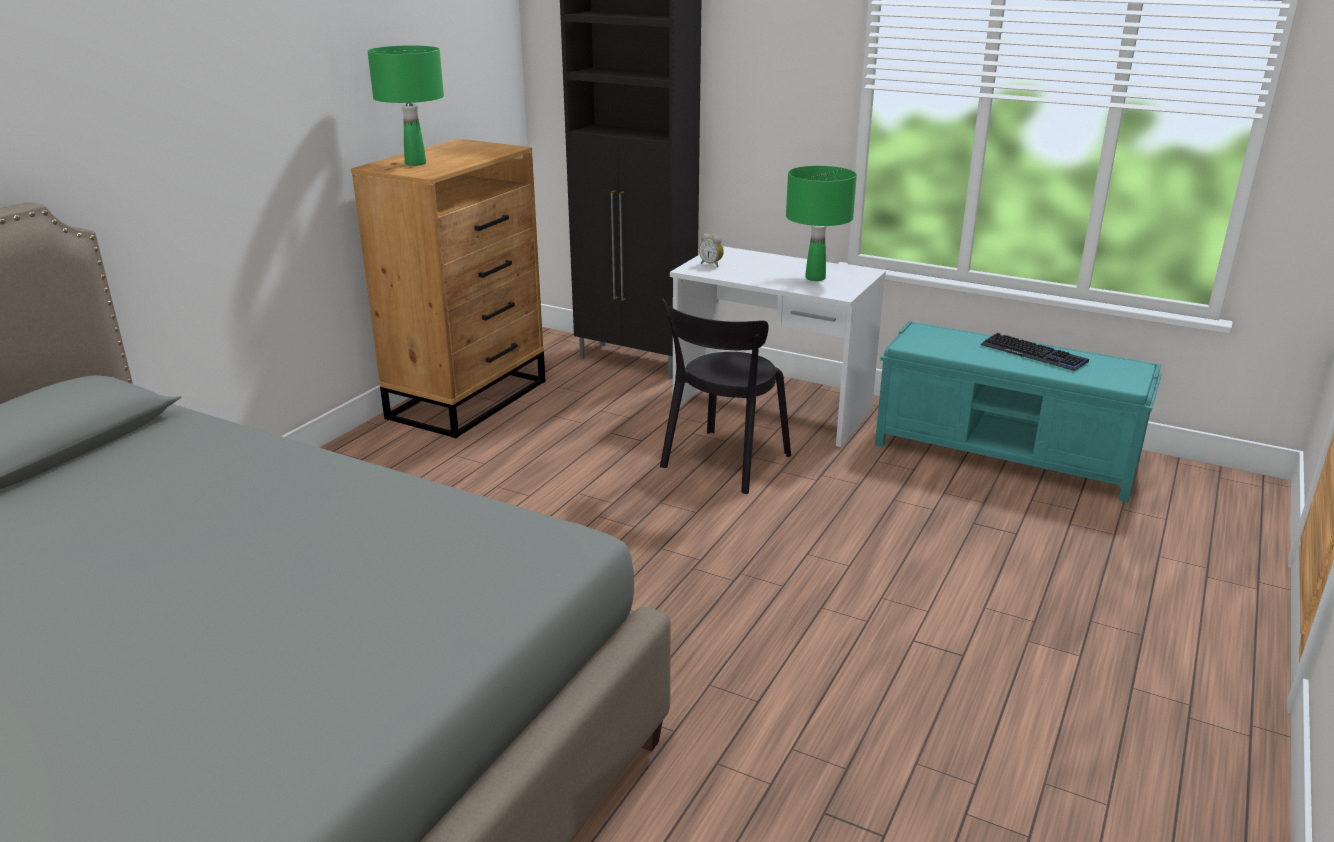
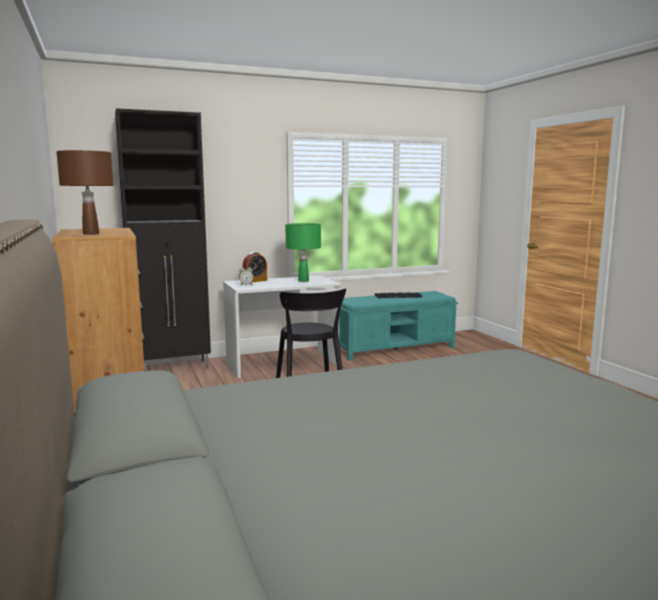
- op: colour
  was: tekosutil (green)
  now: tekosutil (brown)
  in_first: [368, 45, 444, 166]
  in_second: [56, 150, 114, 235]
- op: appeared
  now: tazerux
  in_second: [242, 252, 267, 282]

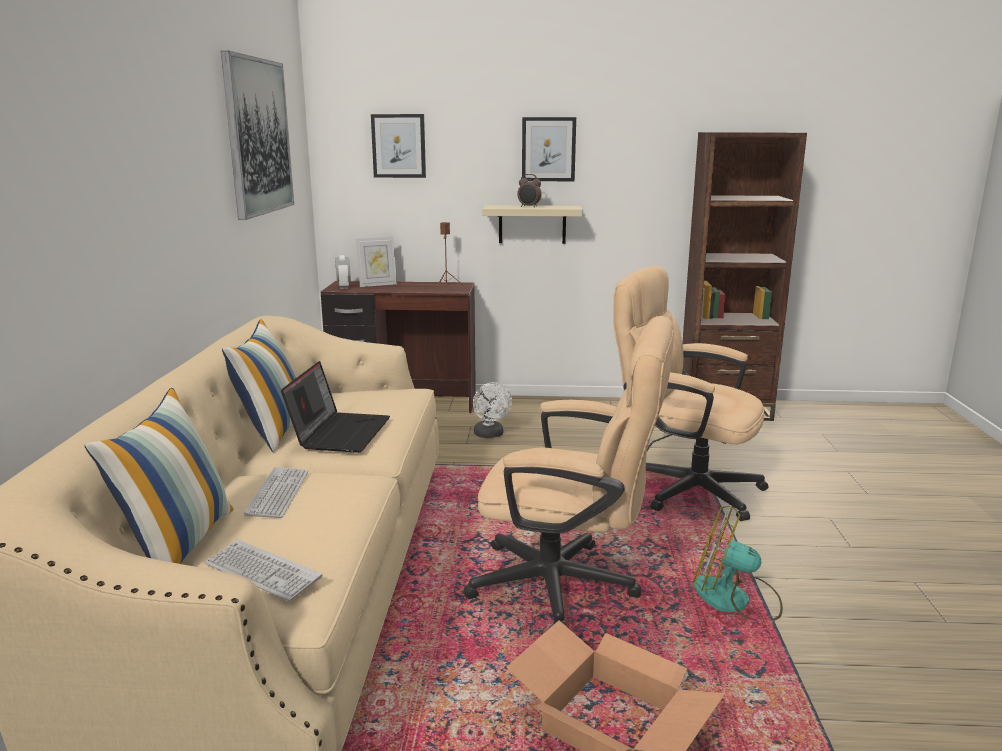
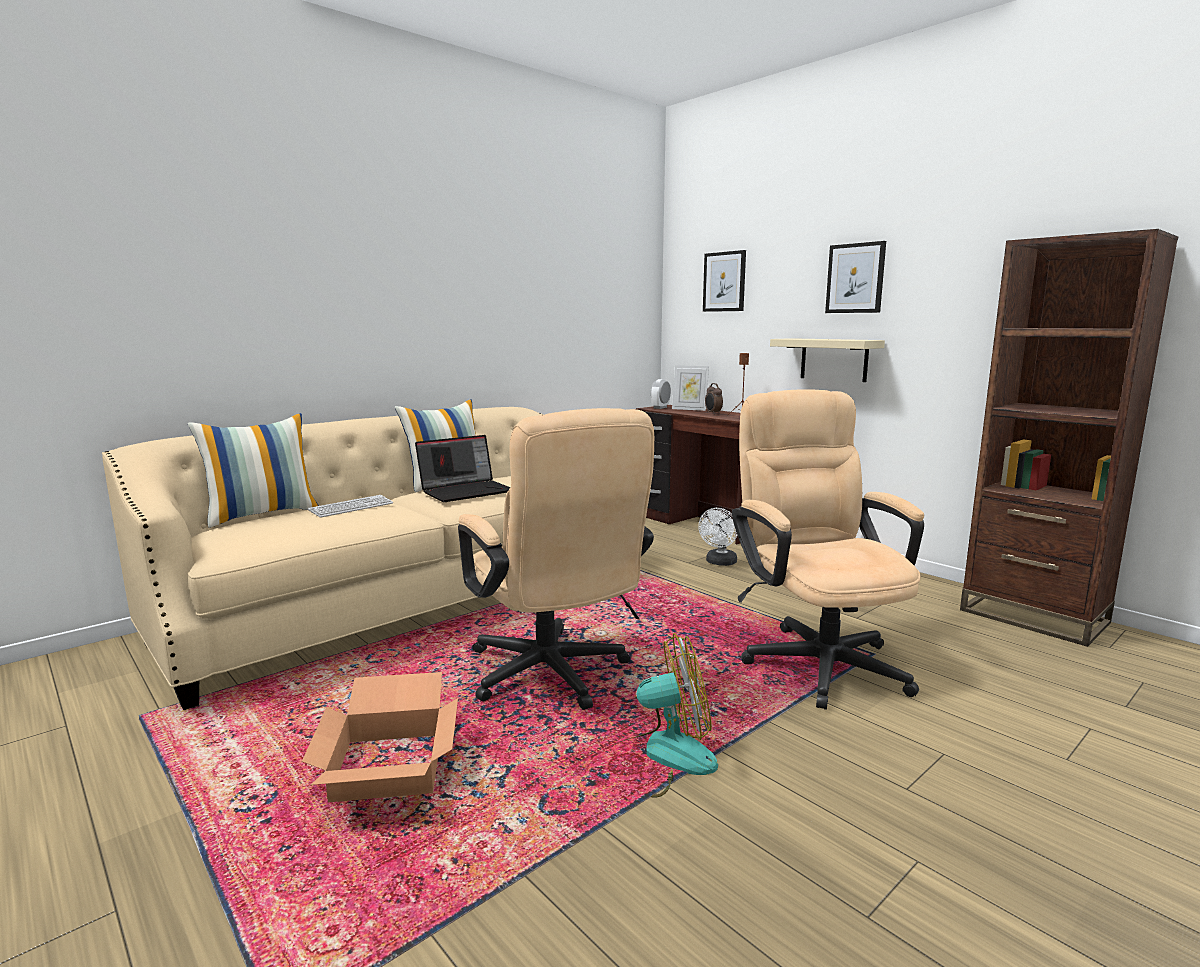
- op: spun
  was: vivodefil
  in_first: [694, 506, 783, 620]
  in_second: [610, 633, 718, 797]
  clockwise: 105
- op: relocated
  was: tazerux
  in_first: [517, 174, 542, 208]
  in_second: [705, 383, 723, 414]
- op: missing
  was: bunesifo
  in_first: [205, 540, 322, 601]
- op: missing
  was: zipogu
  in_first: [221, 51, 294, 220]

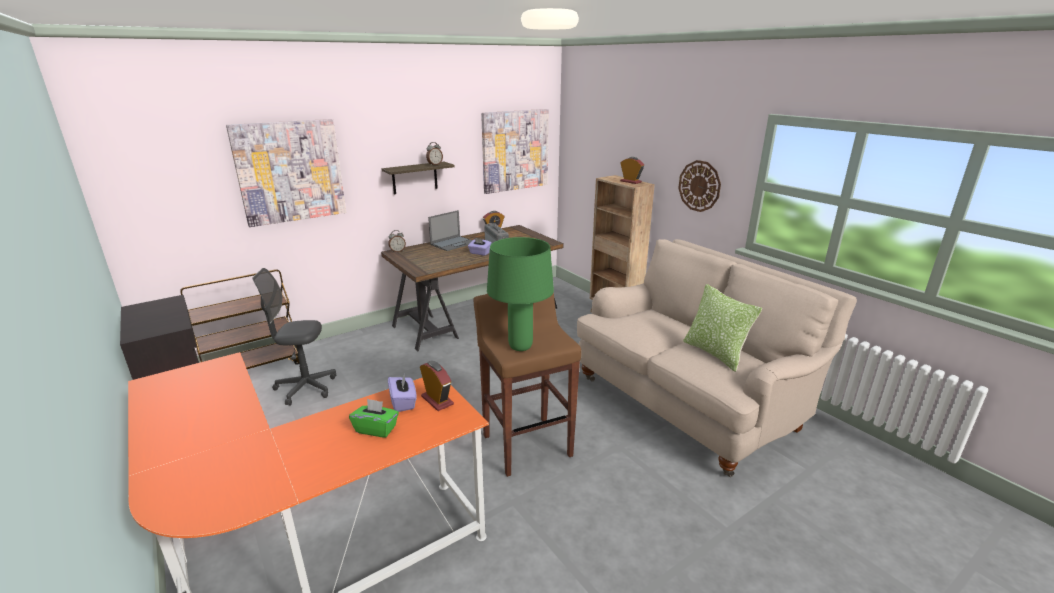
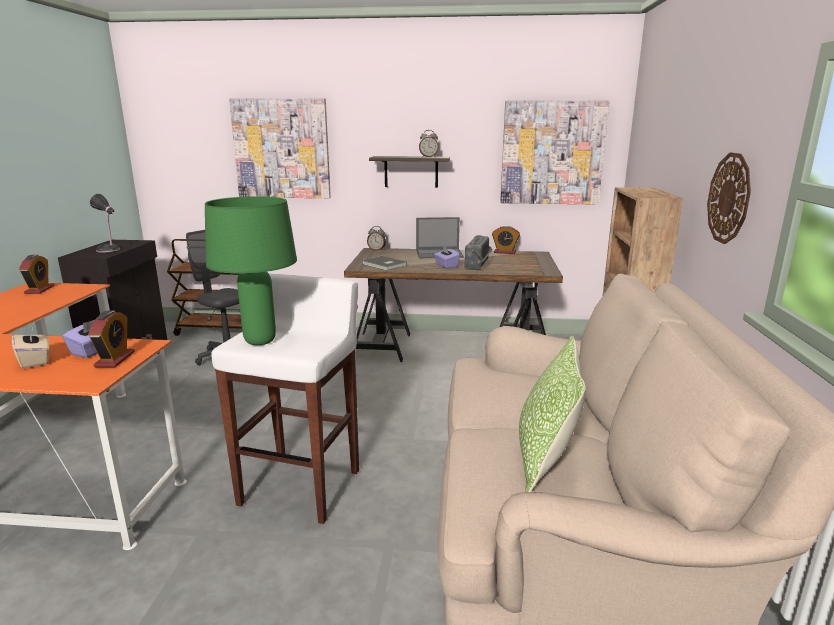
- op: colour
  was: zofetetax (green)
  now: zofetetax (beige)
  in_first: [349, 398, 399, 438]
  in_second: [12, 327, 50, 369]
- op: relocated
  was: tazerux
  in_first: [620, 157, 644, 184]
  in_second: [19, 255, 54, 294]
- op: appeared
  now: tekosutil
  in_second: [90, 194, 120, 253]
- op: colour
  was: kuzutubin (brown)
  now: kuzutubin (white)
  in_first: [473, 292, 581, 477]
  in_second: [211, 274, 359, 524]
- op: appeared
  now: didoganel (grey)
  in_second: [362, 256, 407, 271]

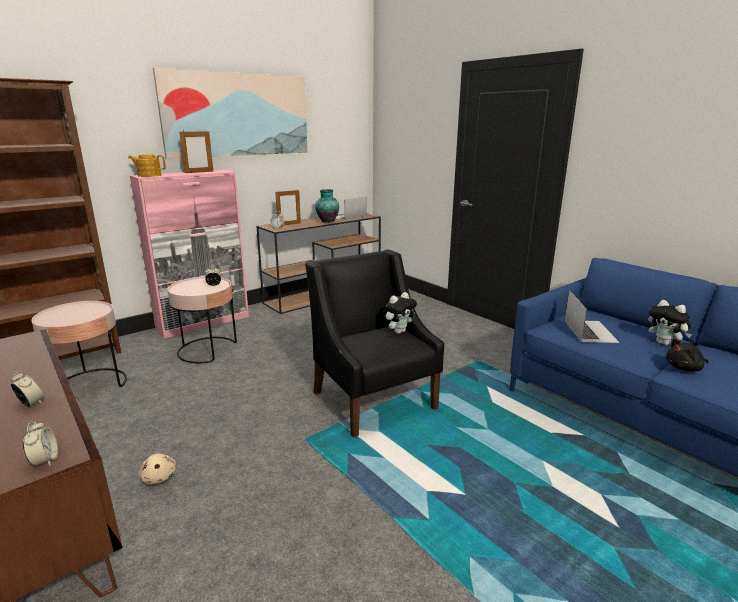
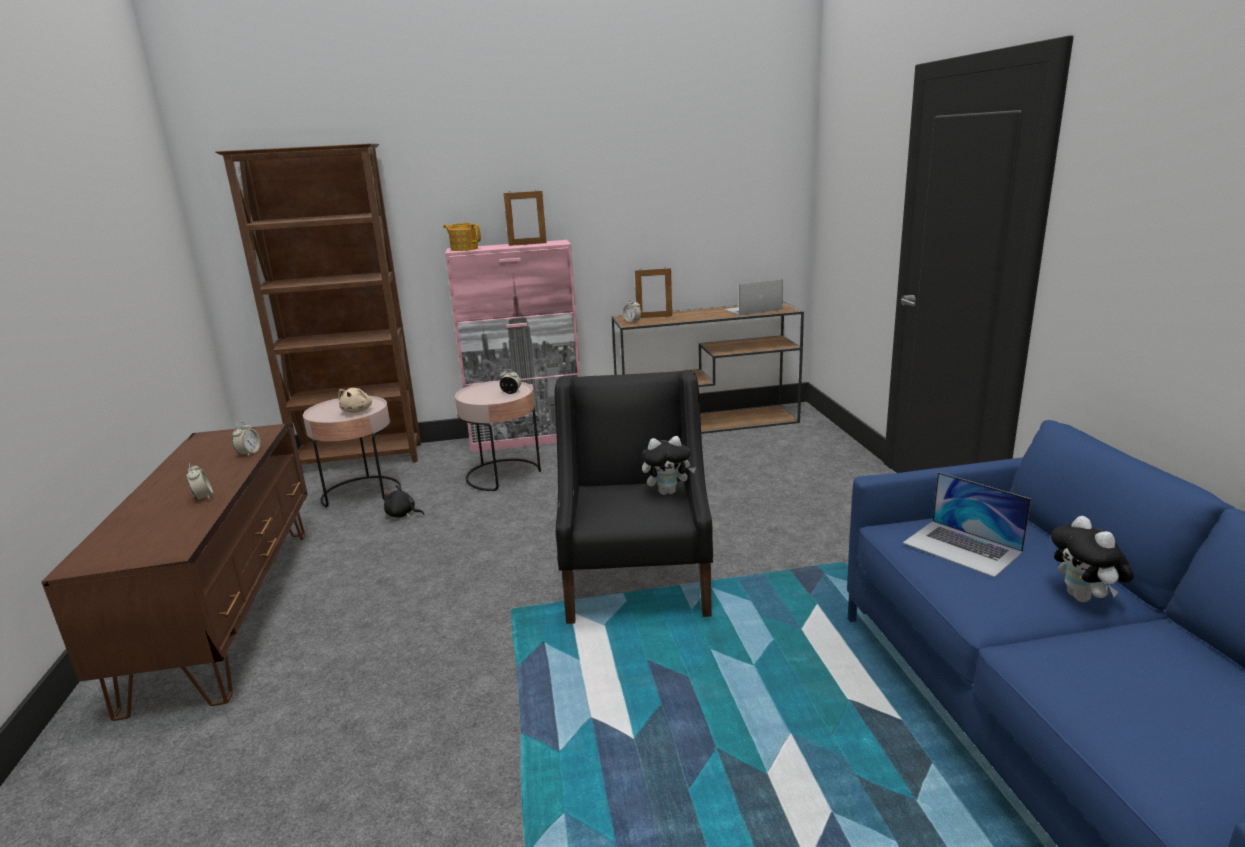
- op: relocated
  was: tazerux
  in_first: [23, 421, 58, 466]
  in_second: [232, 422, 261, 457]
- op: relocated
  was: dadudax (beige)
  in_first: [139, 453, 176, 484]
  in_second: [338, 388, 372, 413]
- op: relocated
  was: dadudax (black)
  in_first: [666, 338, 709, 372]
  in_second: [384, 485, 424, 518]
- op: spun
  was: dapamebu
  in_first: [565, 291, 620, 343]
  in_second: [903, 472, 1031, 577]
  clockwise: 105
- op: missing
  was: zipogu
  in_first: [153, 68, 308, 159]
- op: missing
  was: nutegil
  in_first: [315, 189, 339, 223]

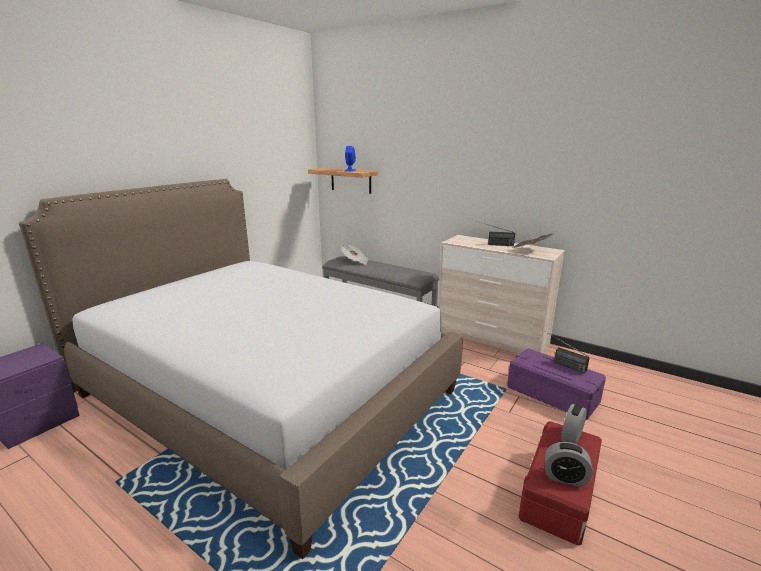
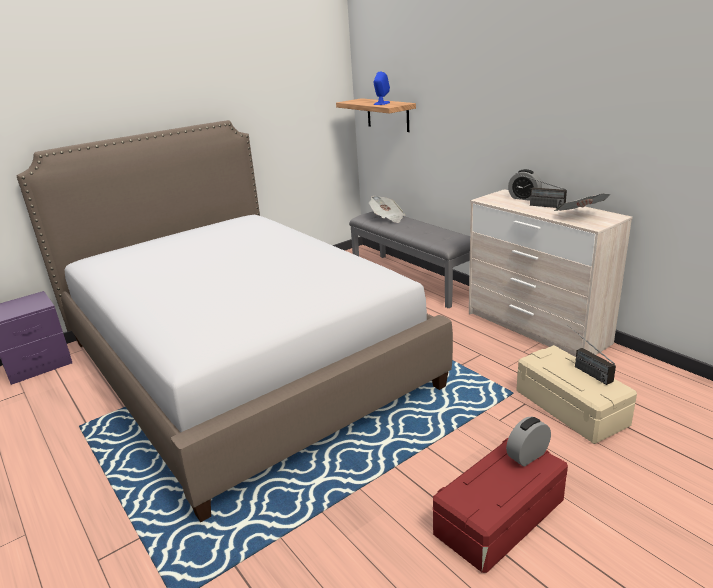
- op: relocated
  was: tazerux
  in_first: [545, 442, 593, 487]
  in_second: [508, 169, 542, 201]
- op: colour
  was: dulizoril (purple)
  now: dulizoril (beige)
  in_first: [507, 348, 606, 420]
  in_second: [516, 345, 637, 444]

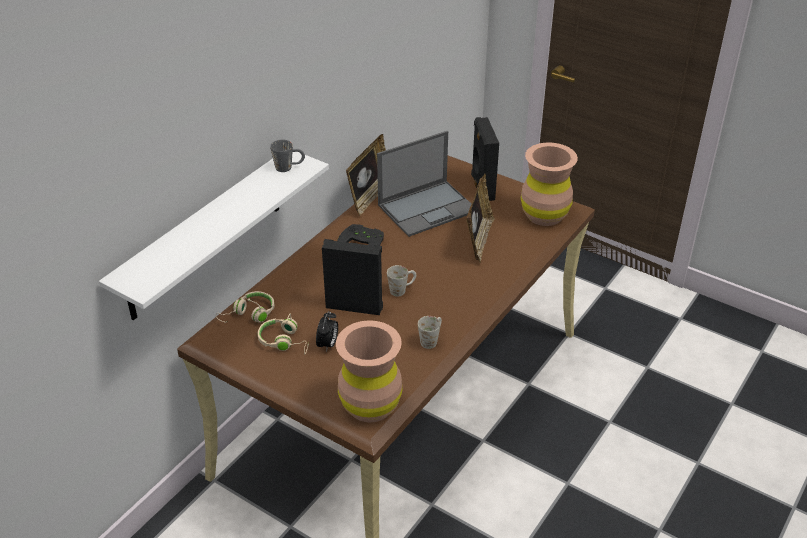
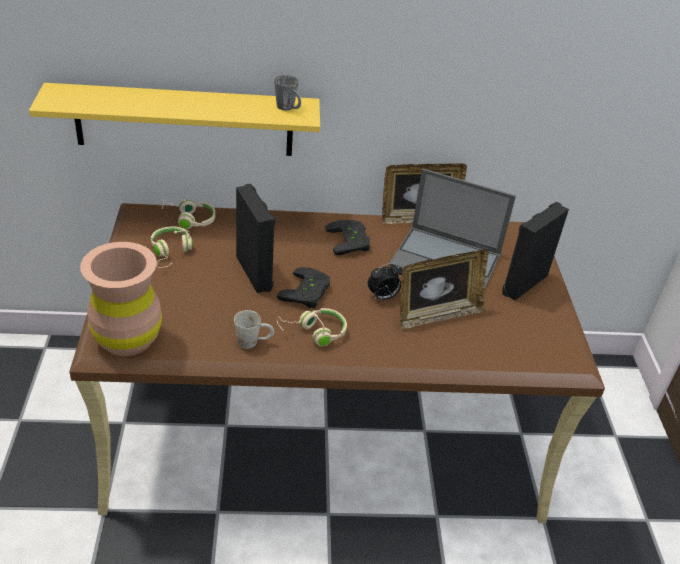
- op: colour
  was: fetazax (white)
  now: fetazax (yellow)
  in_first: [99, 152, 329, 320]
  in_second: [29, 83, 320, 156]
- op: exchanged
  was: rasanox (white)
  now: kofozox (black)
  in_first: [387, 265, 416, 296]
  in_second: [277, 267, 330, 308]
- op: appeared
  now: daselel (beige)
  in_second: [277, 308, 347, 347]
- op: relocated
  was: tazerux
  in_first: [316, 311, 338, 352]
  in_second: [368, 263, 402, 300]
- op: missing
  was: nutegil (brown)
  in_first: [521, 143, 578, 226]

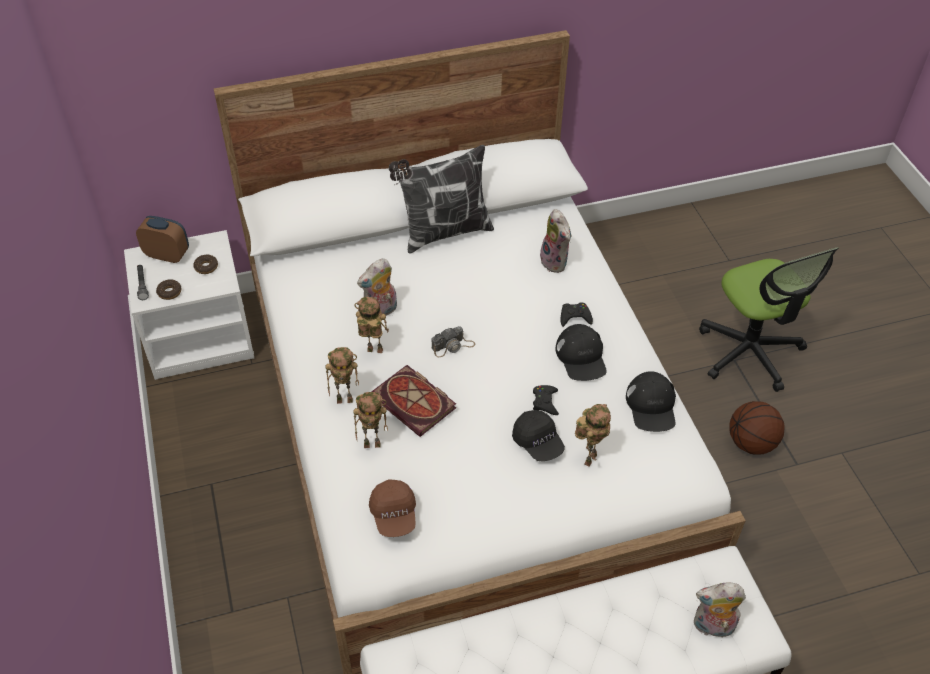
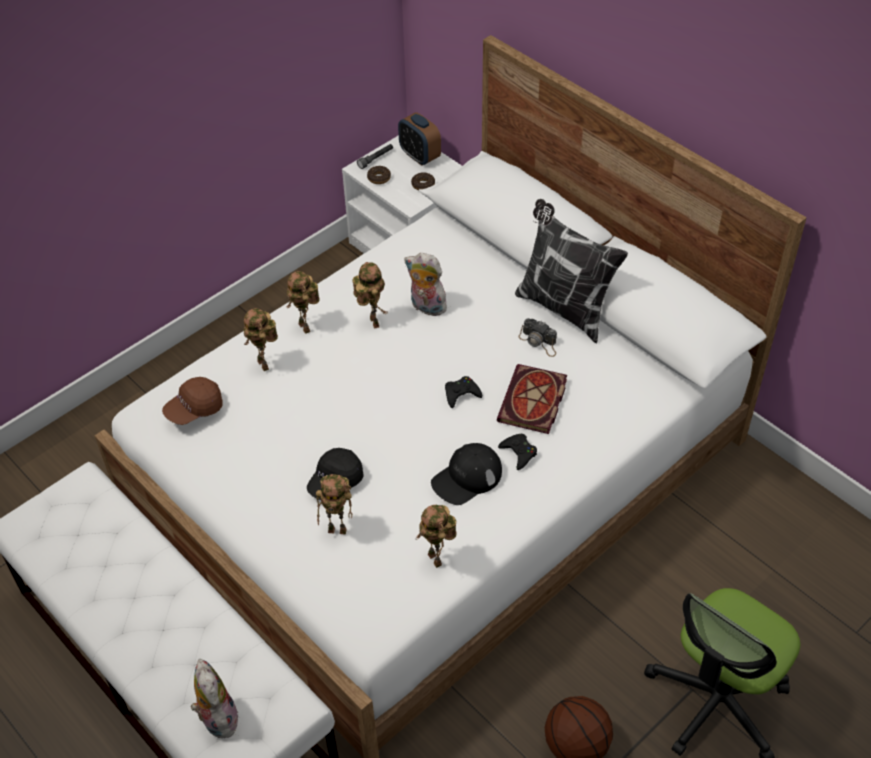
- op: spun
  was: tazerux
  in_first: [136, 216, 189, 263]
  in_second: [398, 112, 441, 166]
  clockwise: 150
- op: exchanged
  was: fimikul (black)
  now: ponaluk
  in_first: [626, 371, 676, 432]
  in_second: [416, 505, 457, 568]
- op: relocated
  was: kofozox (black)
  in_first: [533, 385, 559, 415]
  in_second: [445, 376, 482, 408]
- op: relocated
  was: didoganel
  in_first: [371, 365, 456, 437]
  in_second: [497, 364, 567, 434]
- op: relocated
  was: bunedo
  in_first: [432, 326, 475, 358]
  in_second: [518, 318, 557, 357]
- op: missing
  was: dadudax
  in_first: [540, 209, 571, 273]

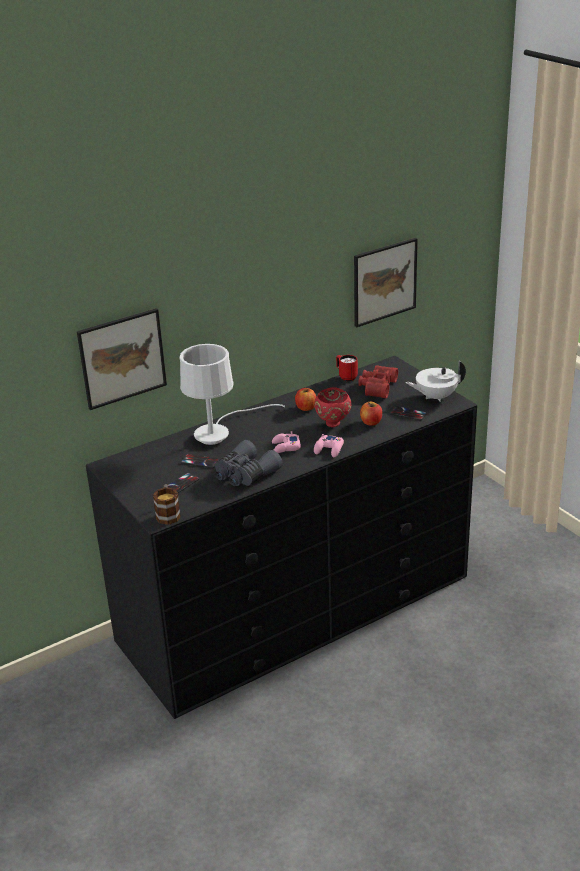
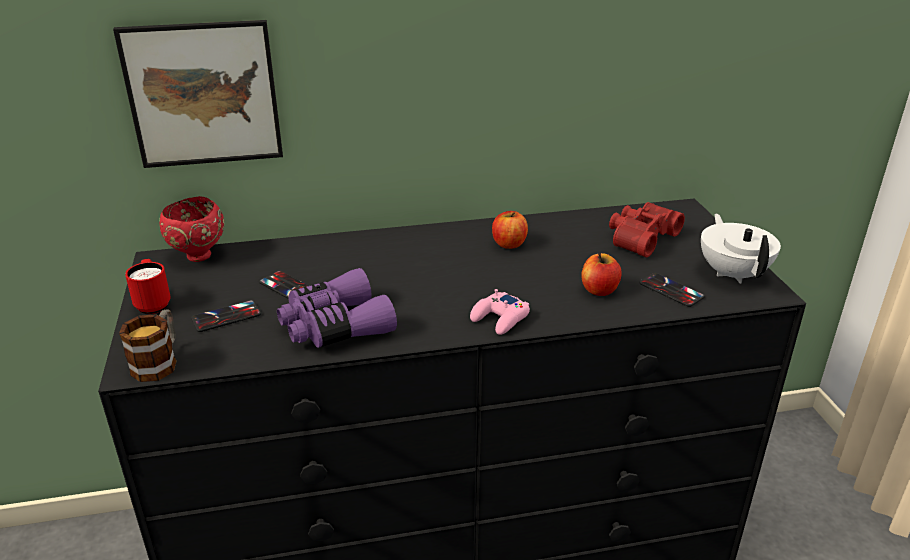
- op: relocated
  was: rasanox (red)
  in_first: [336, 355, 358, 381]
  in_second: [125, 259, 171, 314]
- op: relocated
  was: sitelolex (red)
  in_first: [314, 387, 351, 427]
  in_second: [159, 196, 224, 262]
- op: colour
  was: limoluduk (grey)
  now: limoluduk (purple)
  in_first: [215, 440, 283, 486]
  in_second: [277, 268, 397, 348]
- op: spun
  was: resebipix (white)
  in_first: [406, 361, 466, 402]
  in_second: [701, 214, 781, 284]
  clockwise: 75
- op: missing
  was: tekosutil (white)
  in_first: [180, 344, 285, 445]
- op: missing
  was: kofozox (pink)
  in_first: [272, 431, 301, 453]
- op: missing
  was: zipogu
  in_first: [354, 238, 418, 327]

